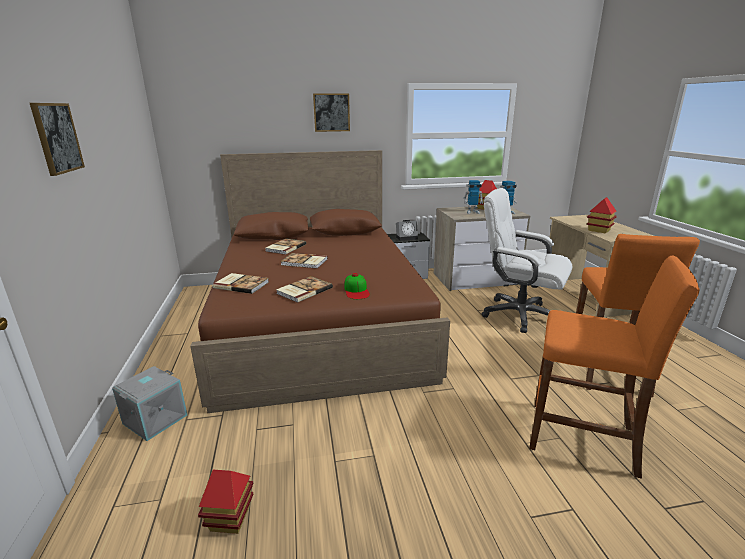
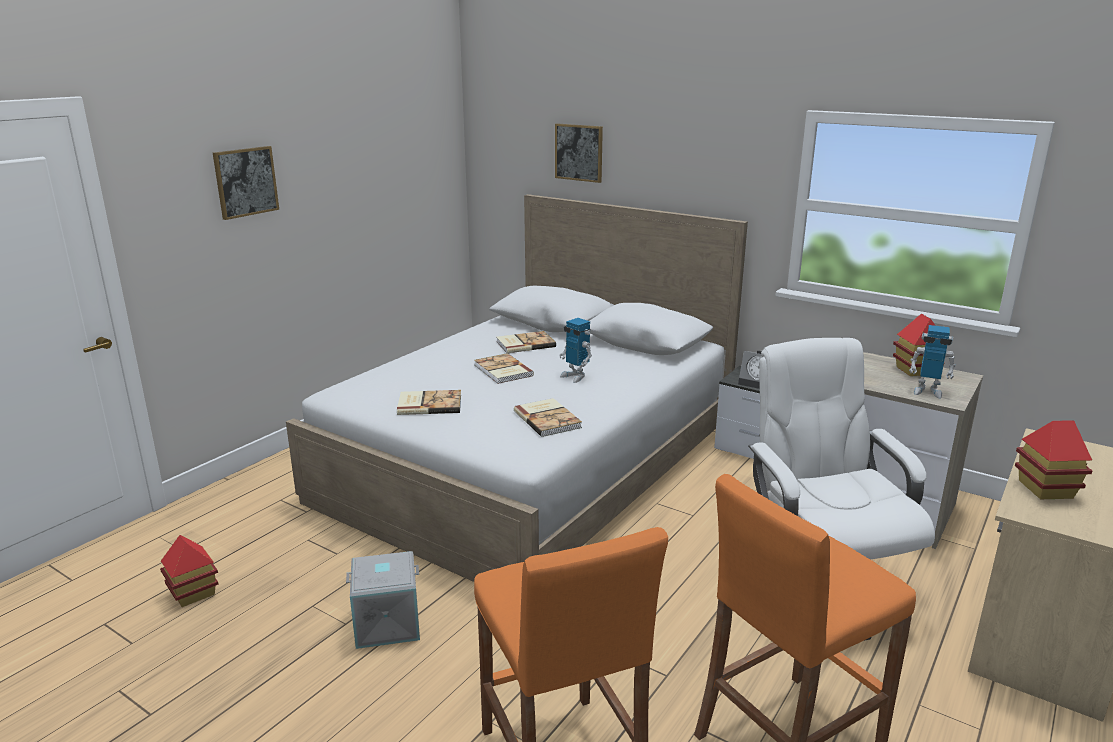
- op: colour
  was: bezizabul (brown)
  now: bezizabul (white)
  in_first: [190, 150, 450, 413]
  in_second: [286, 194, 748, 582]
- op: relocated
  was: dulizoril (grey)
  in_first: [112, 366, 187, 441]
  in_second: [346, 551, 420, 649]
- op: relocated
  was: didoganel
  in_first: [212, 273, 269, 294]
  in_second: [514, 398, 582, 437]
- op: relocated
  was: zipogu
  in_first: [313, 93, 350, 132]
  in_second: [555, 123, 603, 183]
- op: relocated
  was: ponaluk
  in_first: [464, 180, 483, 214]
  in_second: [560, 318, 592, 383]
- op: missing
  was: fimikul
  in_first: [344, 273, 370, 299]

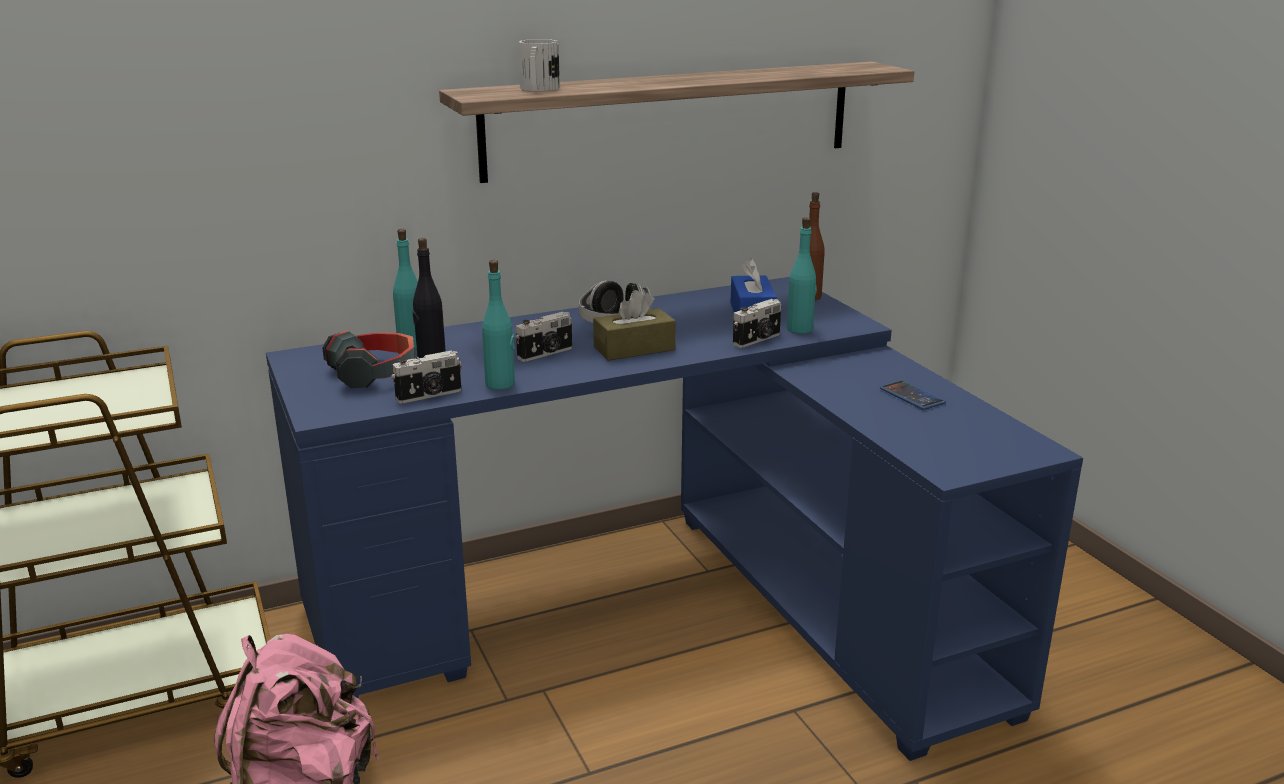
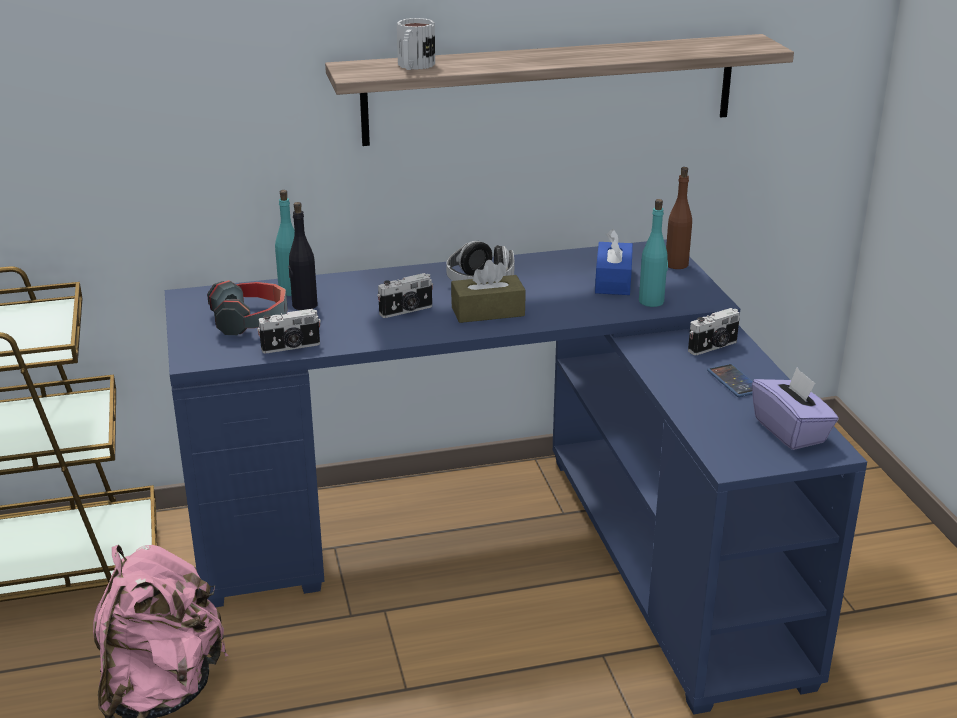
- op: relocated
  was: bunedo
  in_first: [733, 299, 781, 348]
  in_second: [688, 308, 740, 355]
- op: appeared
  now: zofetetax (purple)
  in_second: [752, 367, 839, 450]
- op: missing
  was: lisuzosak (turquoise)
  in_first: [482, 260, 515, 390]

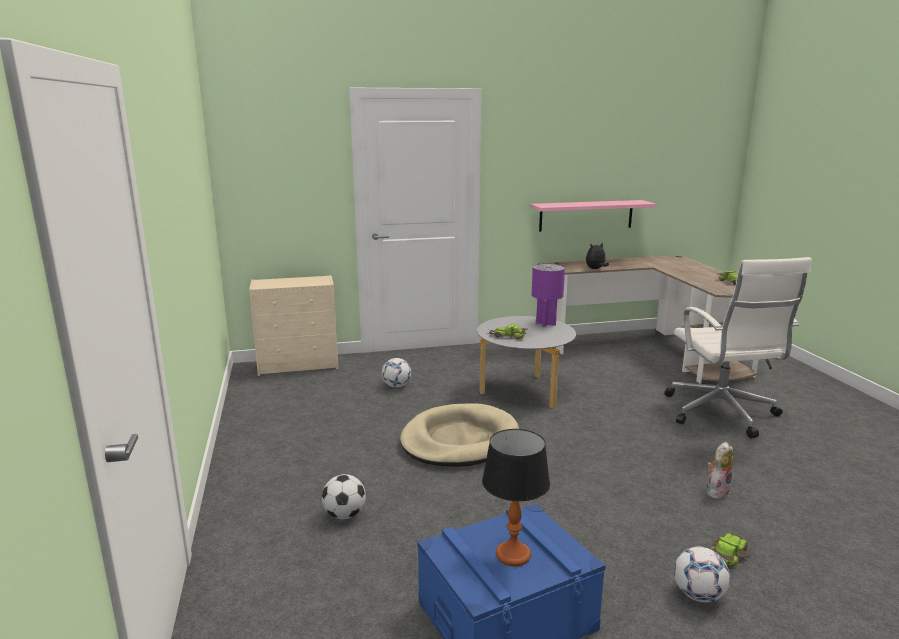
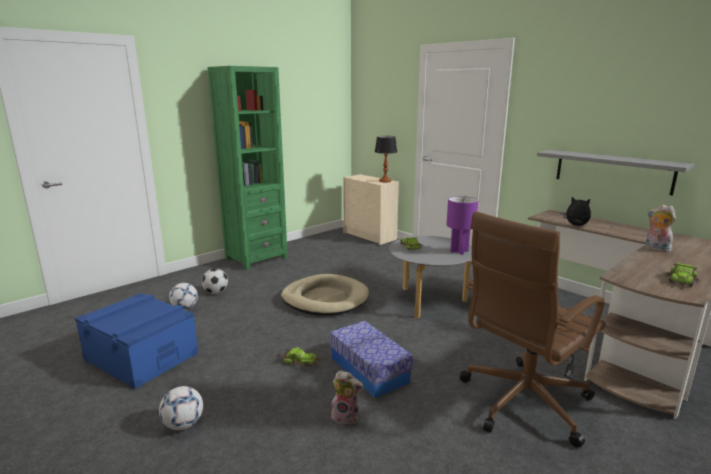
- op: relocated
  was: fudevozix
  in_first: [382, 358, 411, 388]
  in_second: [169, 283, 198, 310]
- op: appeared
  now: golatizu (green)
  in_second: [207, 66, 288, 270]
- op: relocated
  was: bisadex
  in_first: [711, 531, 752, 566]
  in_second: [280, 347, 324, 368]
- op: appeared
  now: dulizoril
  in_second: [330, 321, 413, 398]
- op: relocated
  was: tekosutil
  in_first: [482, 429, 550, 567]
  in_second: [375, 136, 397, 182]
- op: colour
  was: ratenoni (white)
  now: ratenoni (brown)
  in_first: [664, 257, 812, 438]
  in_second: [460, 211, 606, 447]
- op: colour
  was: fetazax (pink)
  now: fetazax (grey)
  in_first: [530, 200, 656, 232]
  in_second: [537, 150, 695, 196]
- op: appeared
  now: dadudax
  in_second: [645, 204, 676, 252]

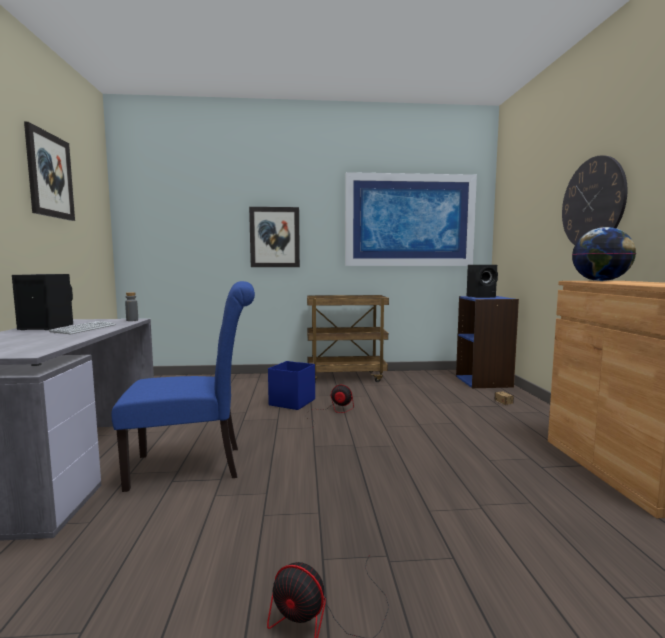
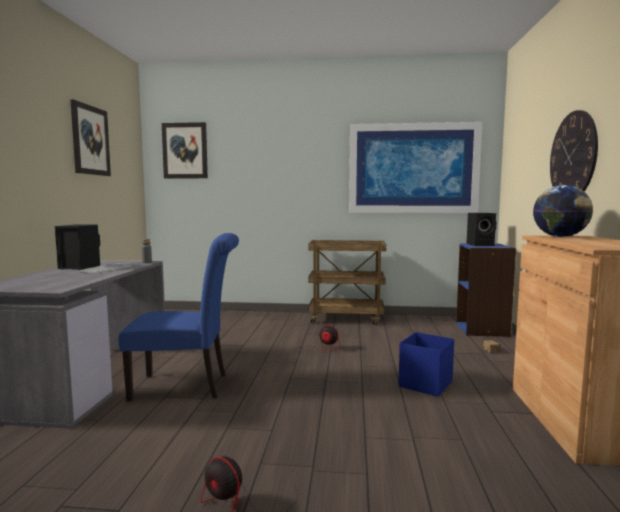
- op: relocated
  was: zipogu
  in_first: [249, 207, 300, 267]
  in_second: [162, 122, 208, 179]
- op: relocated
  was: dulizoril (blue)
  in_first: [268, 361, 315, 410]
  in_second: [399, 332, 454, 397]

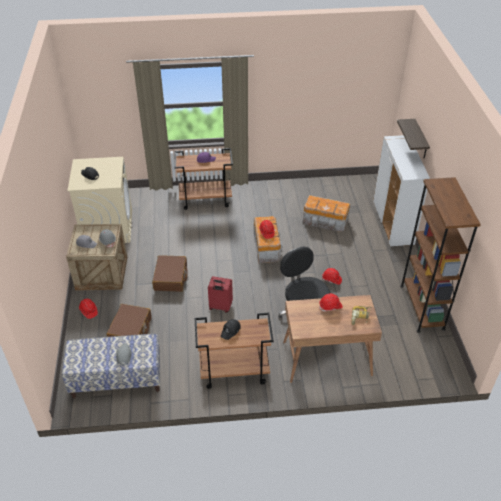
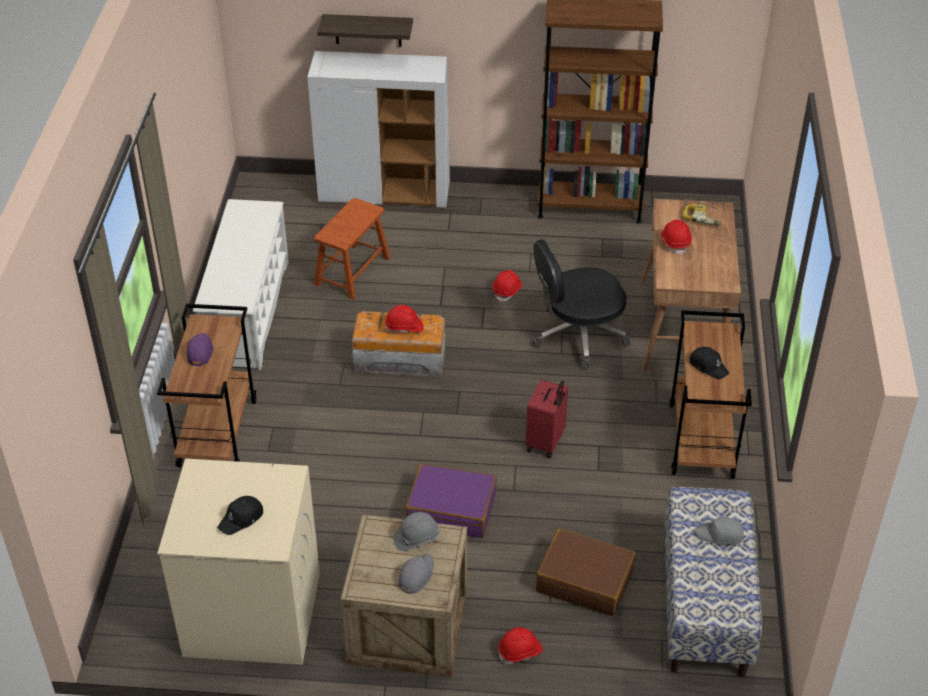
- op: appeared
  now: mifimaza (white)
  in_second: [193, 199, 289, 370]
- op: exchanged
  was: dulizoril
  now: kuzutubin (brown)
  in_first: [303, 195, 350, 232]
  in_second: [313, 198, 391, 299]
- op: colour
  was: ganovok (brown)
  now: ganovok (purple)
  in_first: [152, 255, 187, 292]
  in_second: [406, 464, 497, 538]

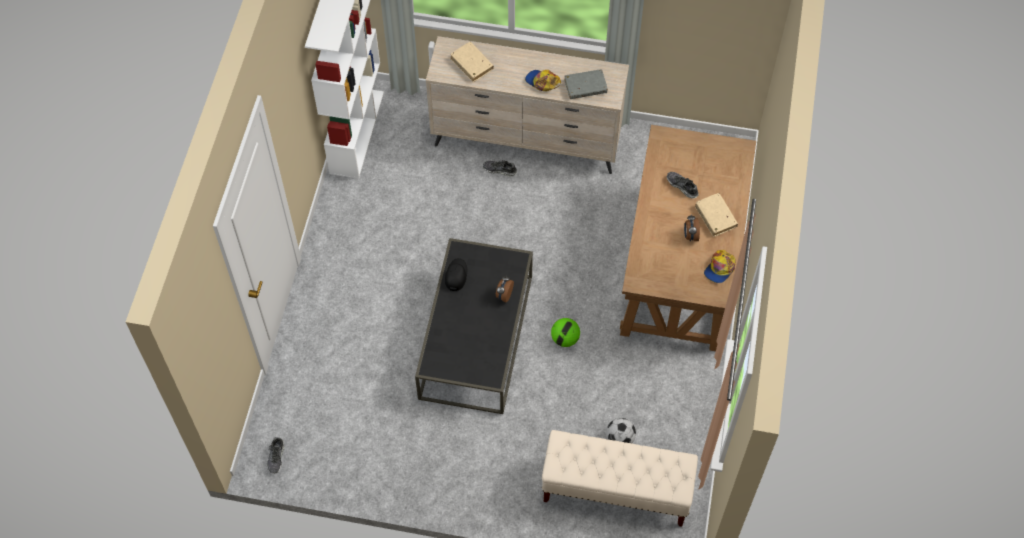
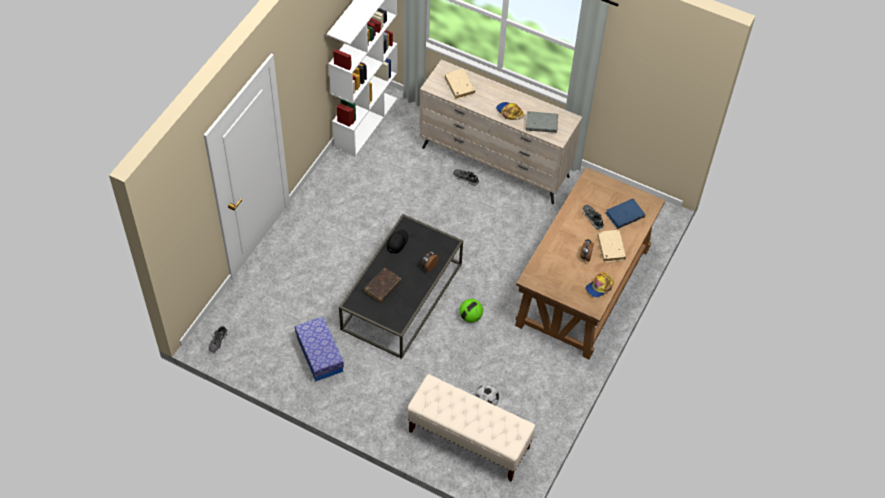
- op: appeared
  now: dulizoril
  in_second: [295, 317, 344, 381]
- op: appeared
  now: didoganel (brown)
  in_second: [364, 268, 401, 302]
- op: appeared
  now: didoganel (blue)
  in_second: [605, 199, 645, 229]

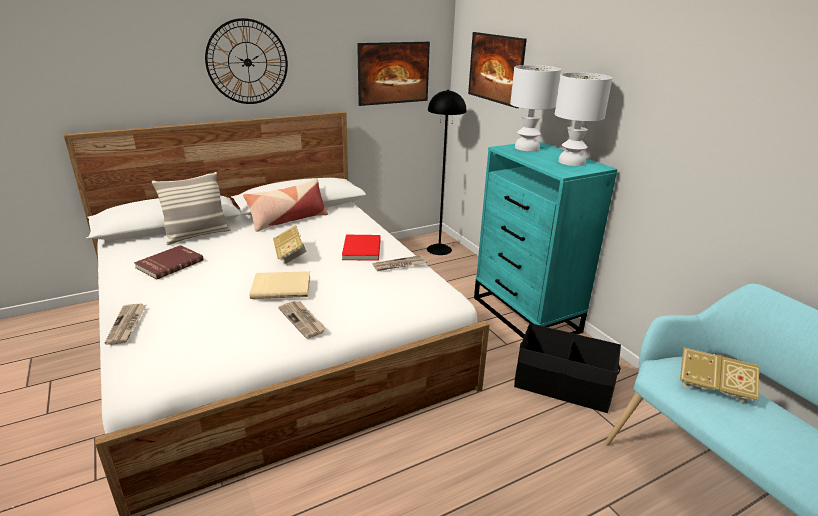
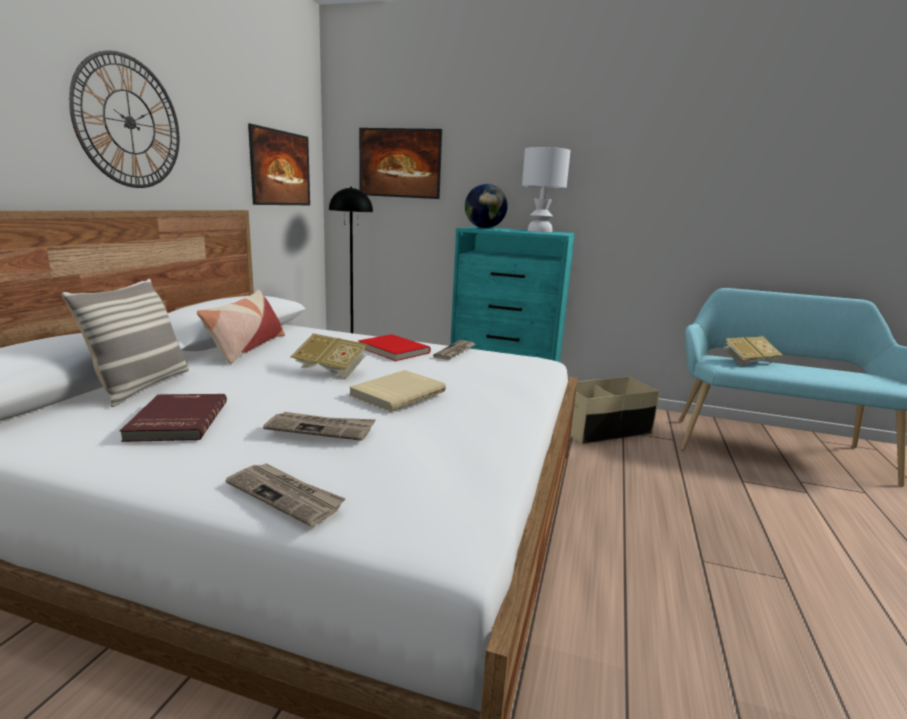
- op: relocated
  was: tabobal
  in_first: [278, 301, 326, 339]
  in_second: [263, 412, 375, 441]
- op: exchanged
  was: tekosutil (white)
  now: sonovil
  in_first: [510, 65, 561, 151]
  in_second: [465, 184, 508, 228]
- op: colour
  was: dulizoril (black)
  now: dulizoril (beige)
  in_first: [514, 323, 621, 413]
  in_second: [570, 376, 659, 444]

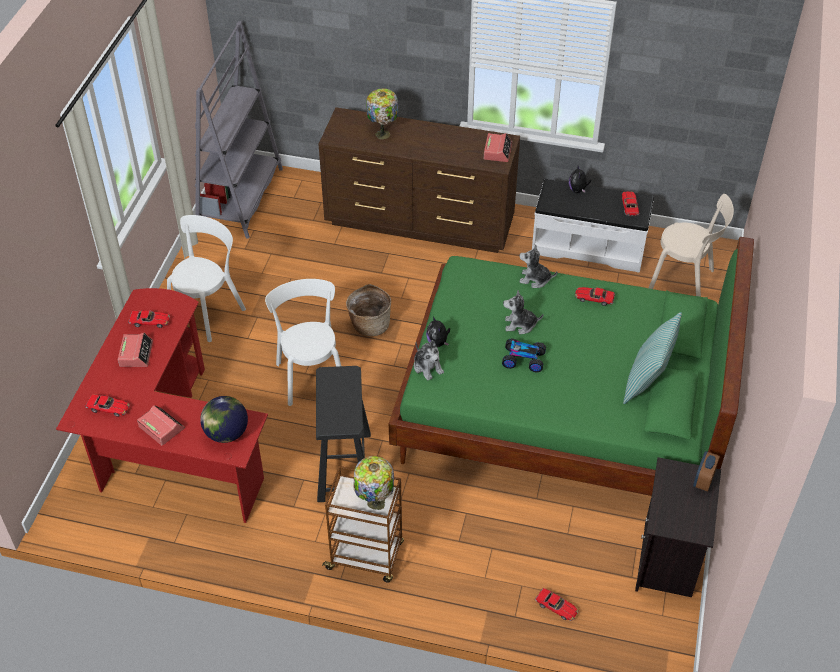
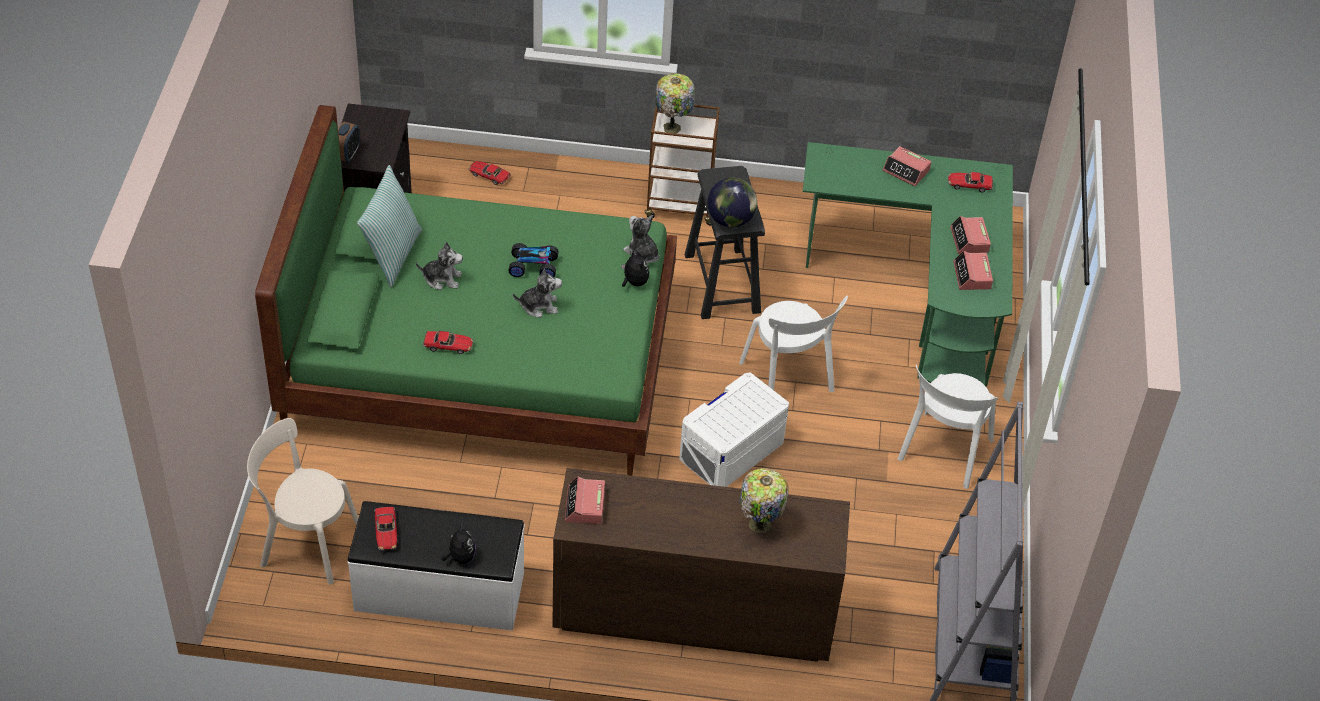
- op: relocated
  was: dadudax
  in_first: [519, 245, 557, 288]
  in_second: [416, 242, 463, 290]
- op: exchanged
  was: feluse
  now: dulizoril (white)
  in_first: [346, 284, 391, 336]
  in_second: [679, 372, 789, 487]
- op: relocated
  was: sonovil
  in_first: [200, 396, 248, 443]
  in_second: [707, 178, 757, 228]
- op: colour
  was: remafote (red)
  now: remafote (green)
  in_first: [56, 288, 268, 523]
  in_second: [803, 142, 1013, 387]
- op: exchanged
  was: bisadex
  now: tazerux
  in_first: [128, 310, 170, 328]
  in_second: [953, 251, 993, 290]

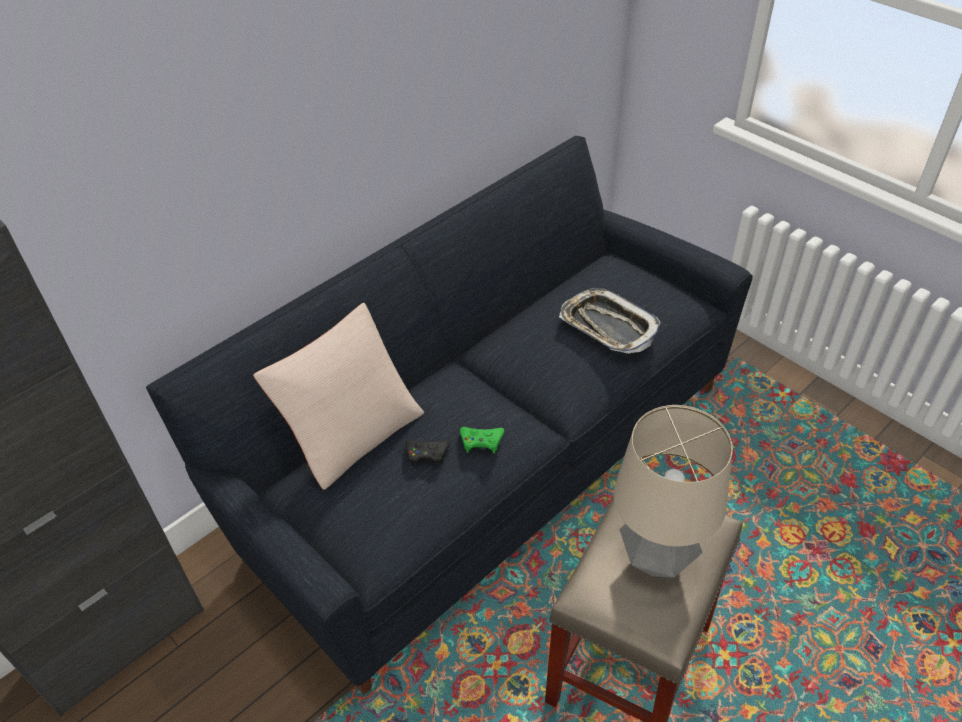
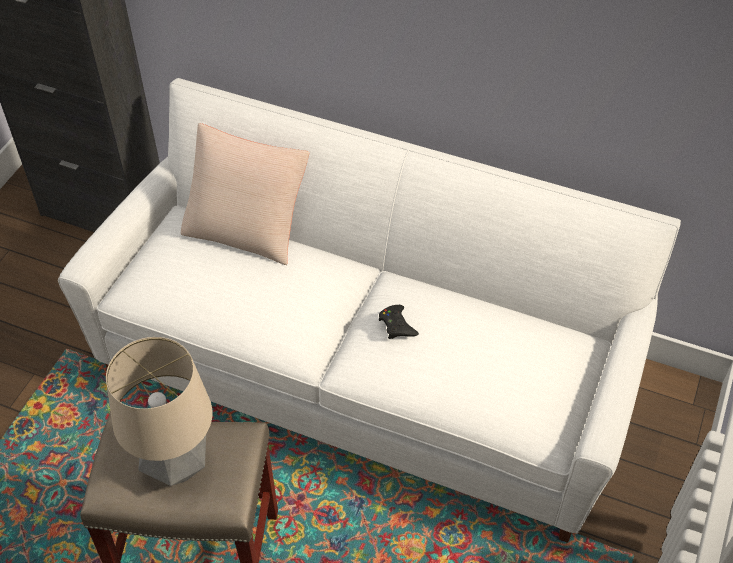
- op: colour
  was: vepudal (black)
  now: vepudal (white)
  in_first: [146, 136, 753, 695]
  in_second: [58, 78, 681, 543]
- op: relocated
  was: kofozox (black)
  in_first: [405, 440, 450, 466]
  in_second: [379, 305, 419, 339]
- op: missing
  was: kofozox (green)
  in_first: [460, 427, 504, 454]
- op: missing
  was: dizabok
  in_first: [559, 288, 661, 354]

